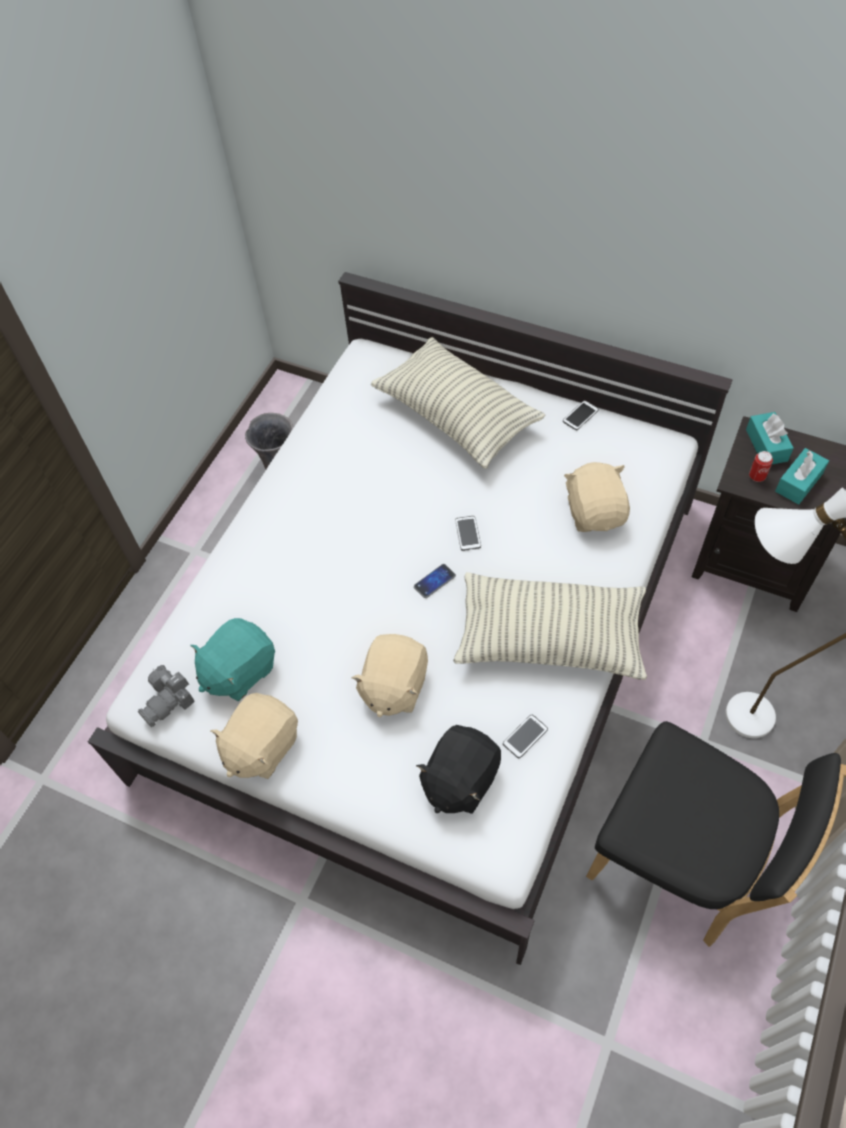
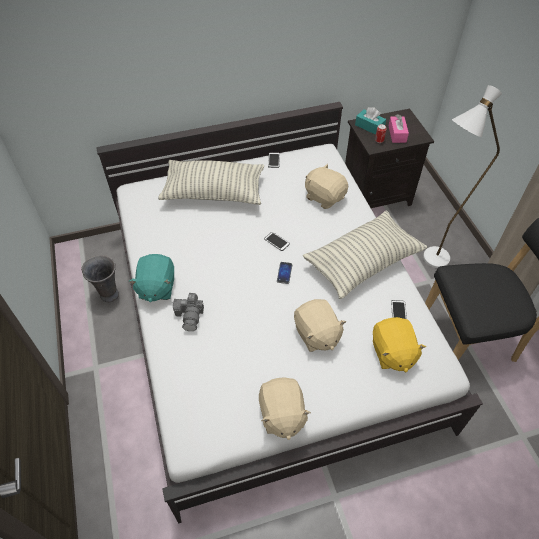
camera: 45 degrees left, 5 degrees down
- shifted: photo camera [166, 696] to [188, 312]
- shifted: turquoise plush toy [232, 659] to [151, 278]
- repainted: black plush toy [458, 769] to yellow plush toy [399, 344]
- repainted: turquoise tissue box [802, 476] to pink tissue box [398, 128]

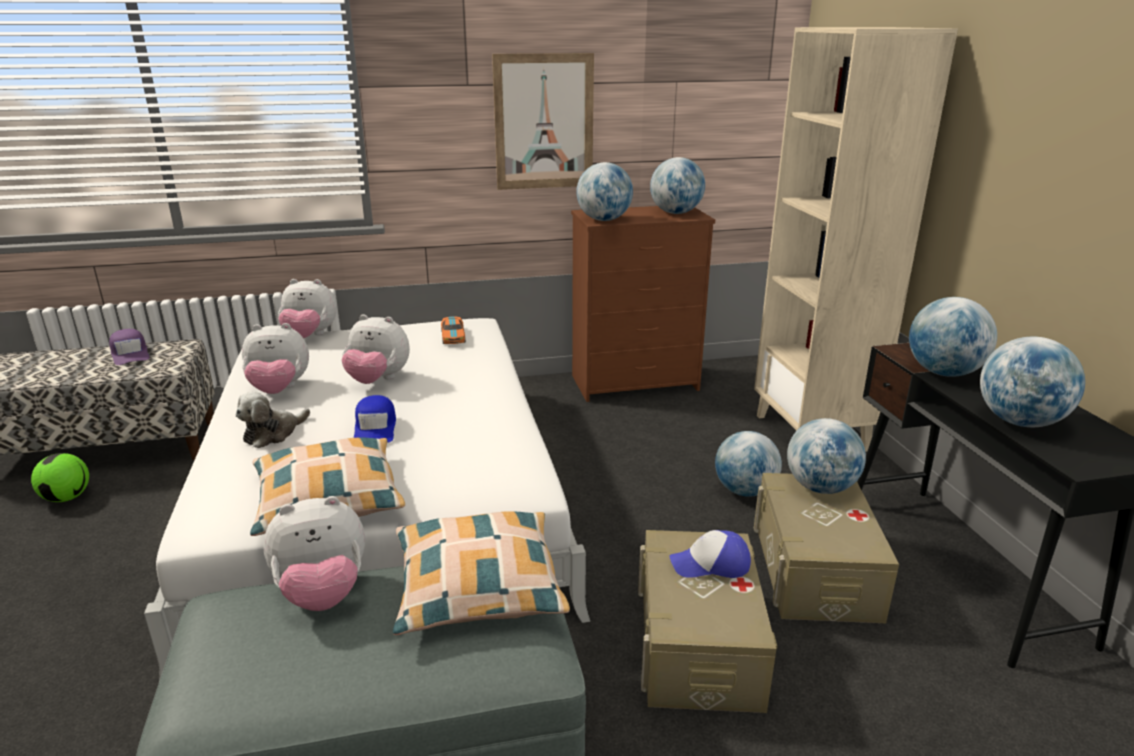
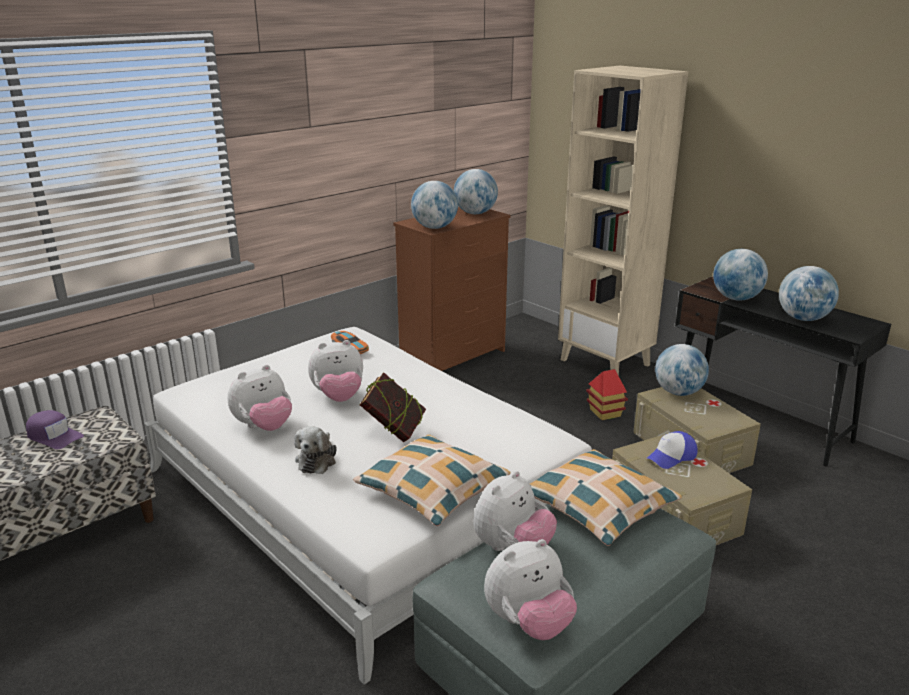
camera: 30 degrees left, 0 degrees up
- gone: football [60, 477]
- gone: picture [543, 121]
- shifted: plush toy [307, 308] to [530, 589]
- swapped: blue cap [375, 419] to book [393, 407]
- swapped: globe [748, 464] to toy house [607, 394]

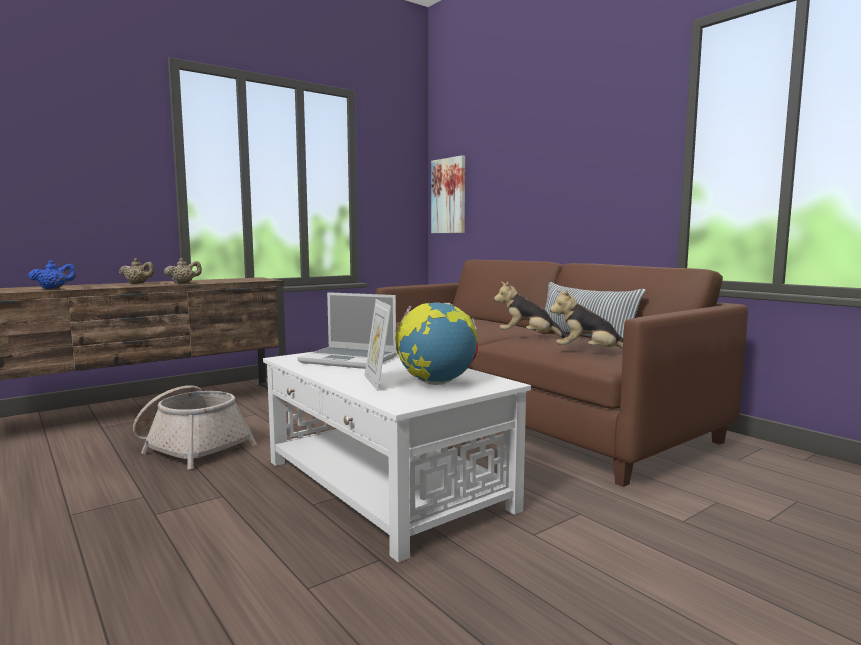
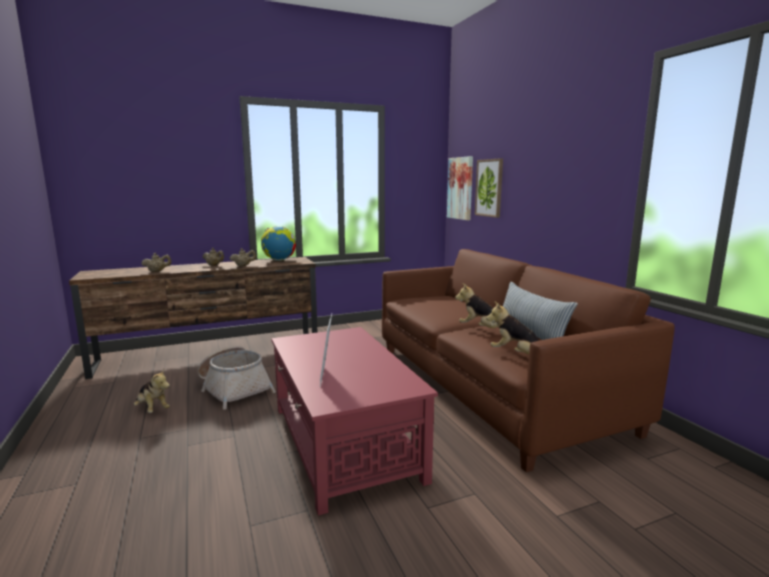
camera: 15 degrees right, 5 degrees up
- gone: laptop [347, 330]
- new: plush toy [152, 391]
- new: picture [489, 188]
- shifted: globe [436, 343] to [278, 244]
- repainted: blue teapot [52, 274] to beige teapot [156, 262]
- repainted: white coffee table [397, 456] to red coffee table [354, 421]

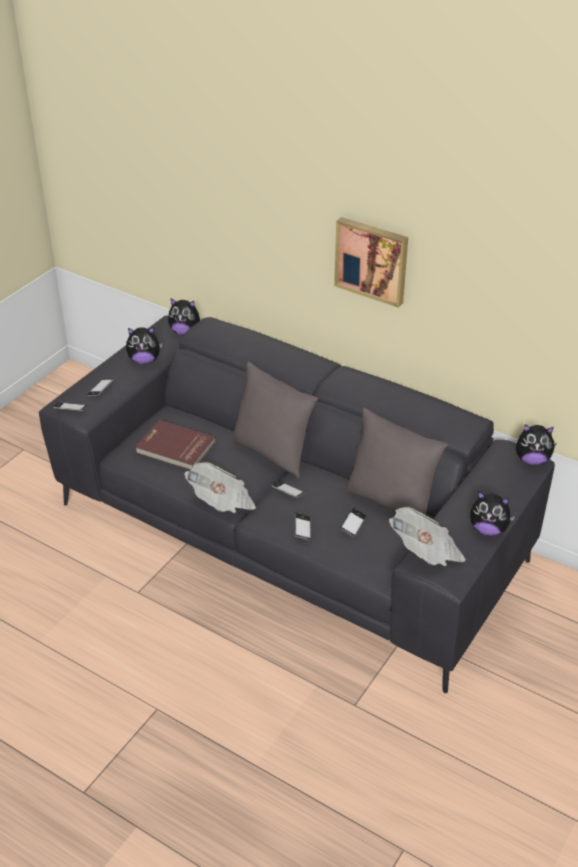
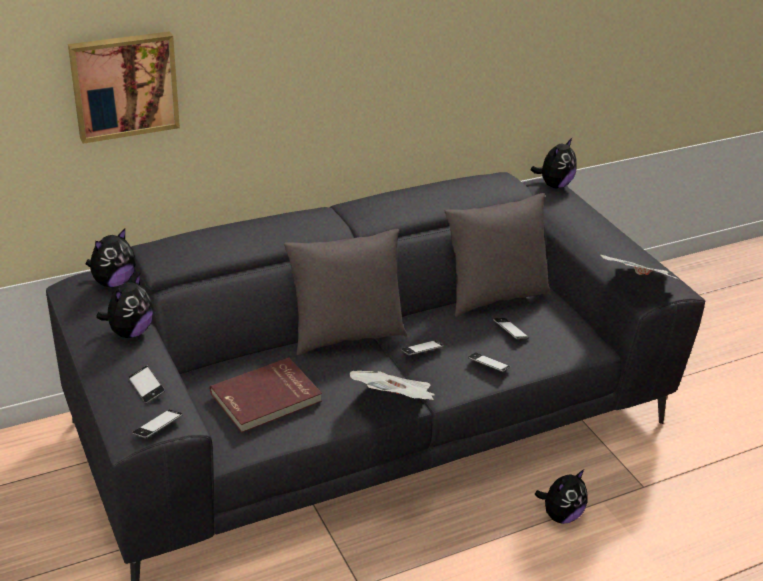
camera: 60 degrees left, 5 degrees down
- shifted: picture [371, 262] to [124, 87]
- shifted: plush toy [493, 514] to [561, 496]

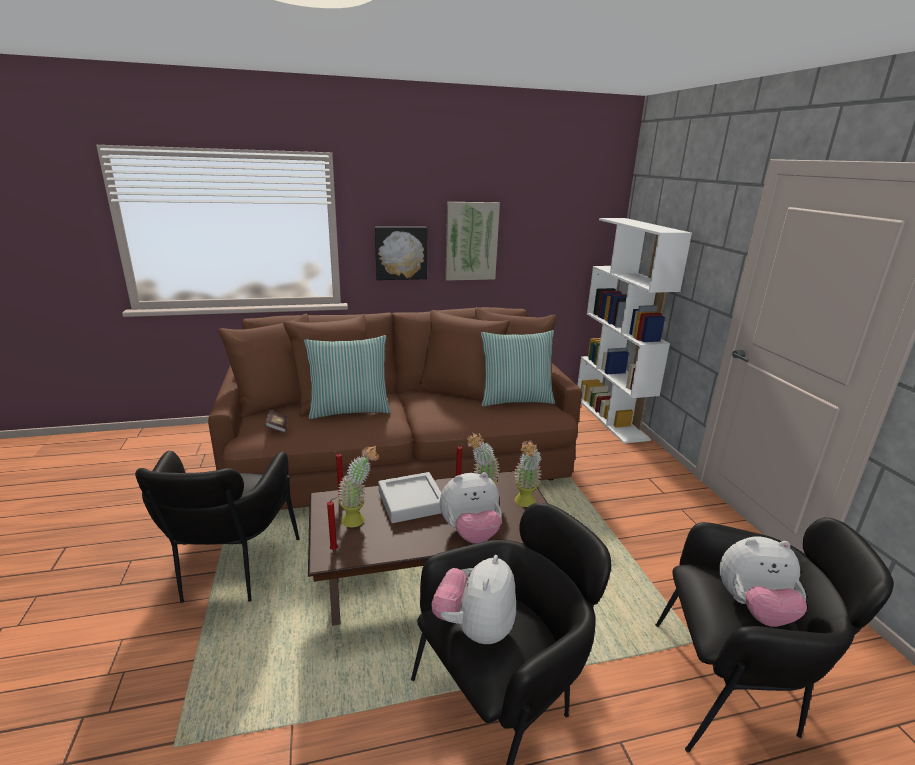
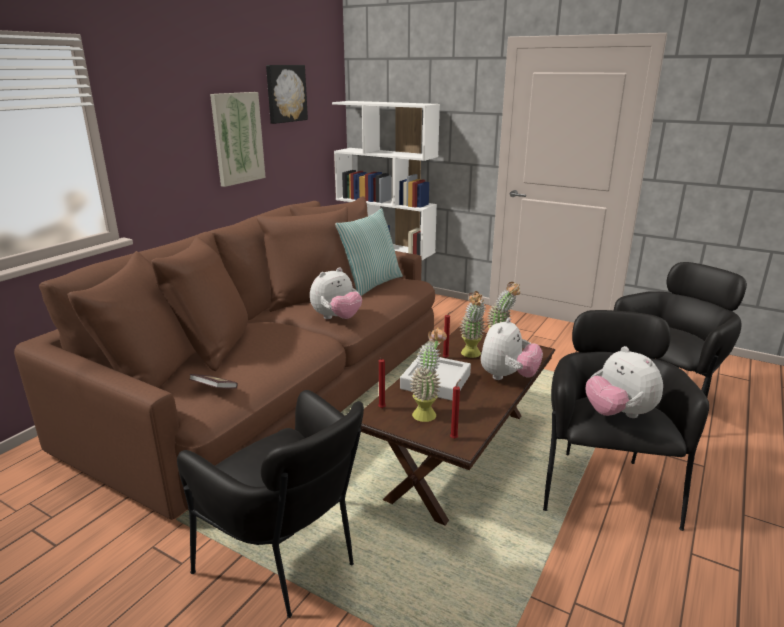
camera: 45 degrees left, 0 degrees up
- gone: pillow [347, 377]
- shifted: picture [401, 253] to [287, 94]
- shifted: plush toy [763, 582] to [336, 293]

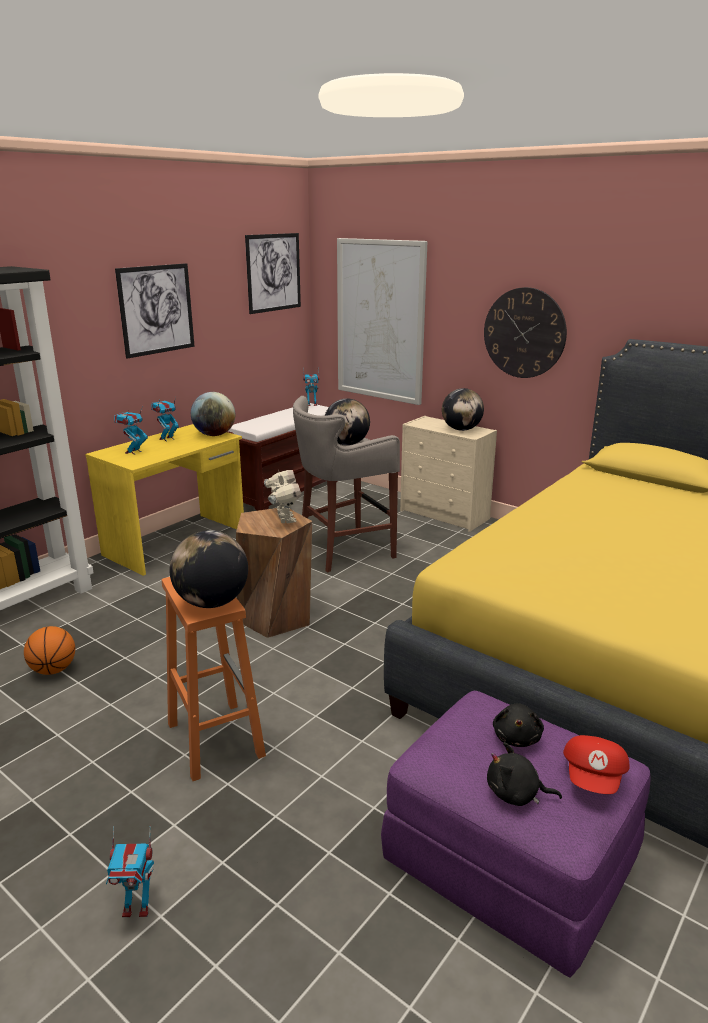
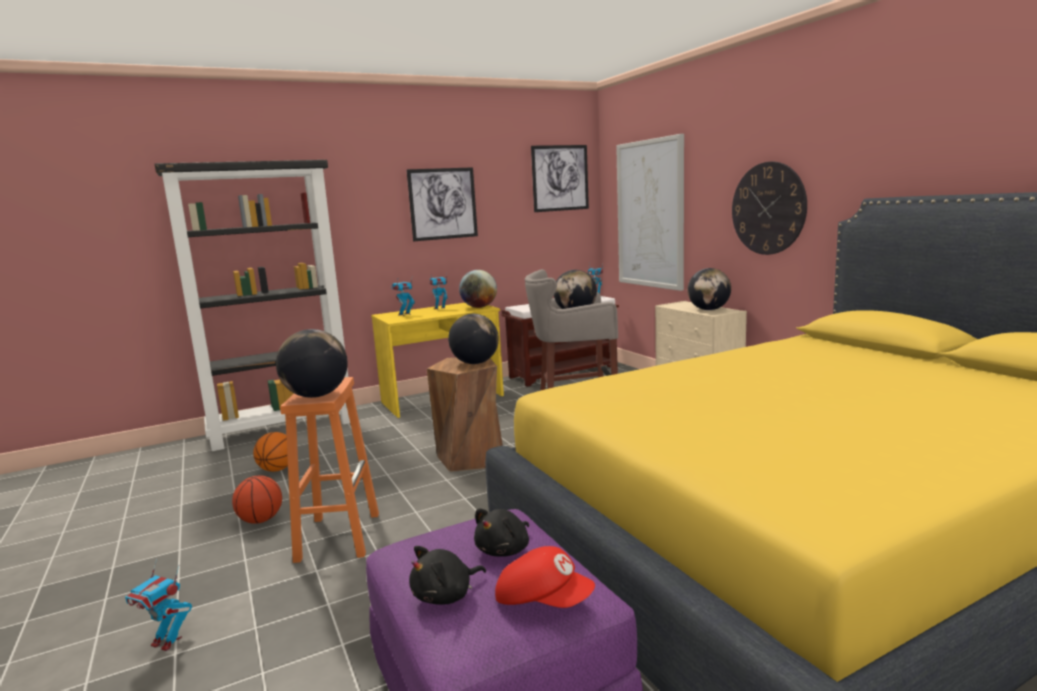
camera: 25 degrees right, 10 degrees down
- new: basketball [257, 499]
- swapped: toy robot [283, 496] to globe [473, 339]
- rotated: black plush toy [524, 774] = [447, 575] 75 degrees counterclockwise
- rotated: red cap [596, 764] = [545, 577] 105 degrees counterclockwise

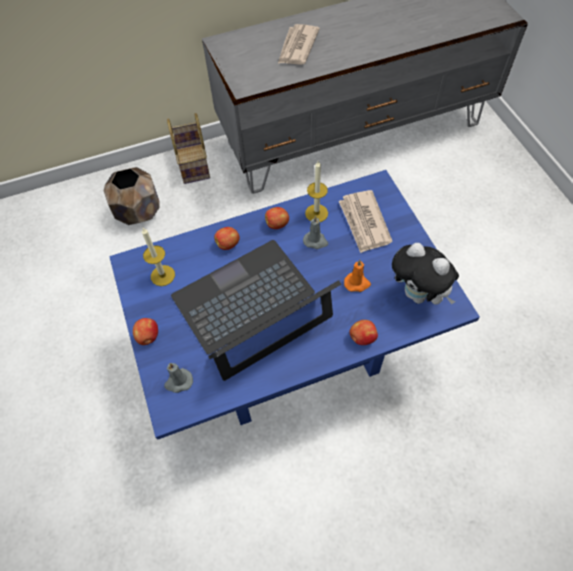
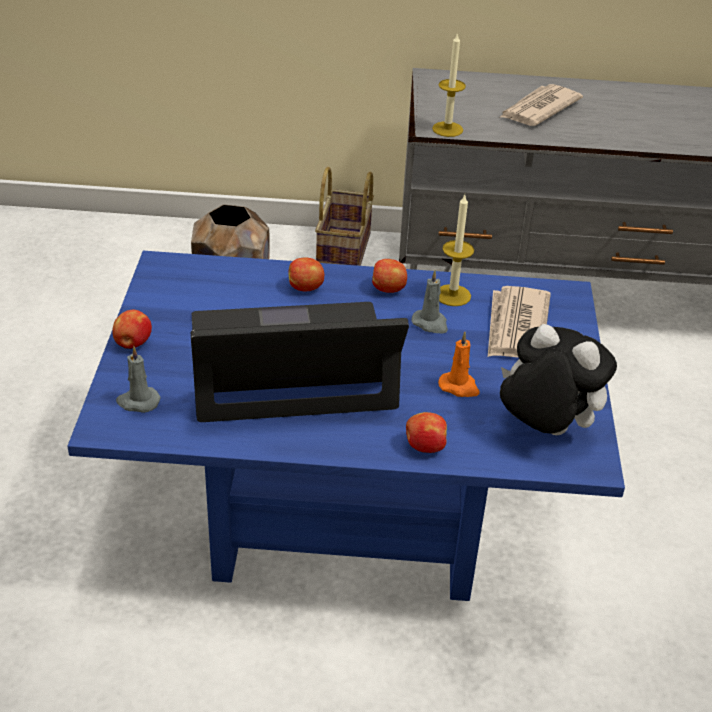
camera: 20 degrees right, 20 degrees down
- shifted: candle [158, 257] to [449, 84]
- rotated: plush toy [425, 274] = [558, 379] 150 degrees clockwise

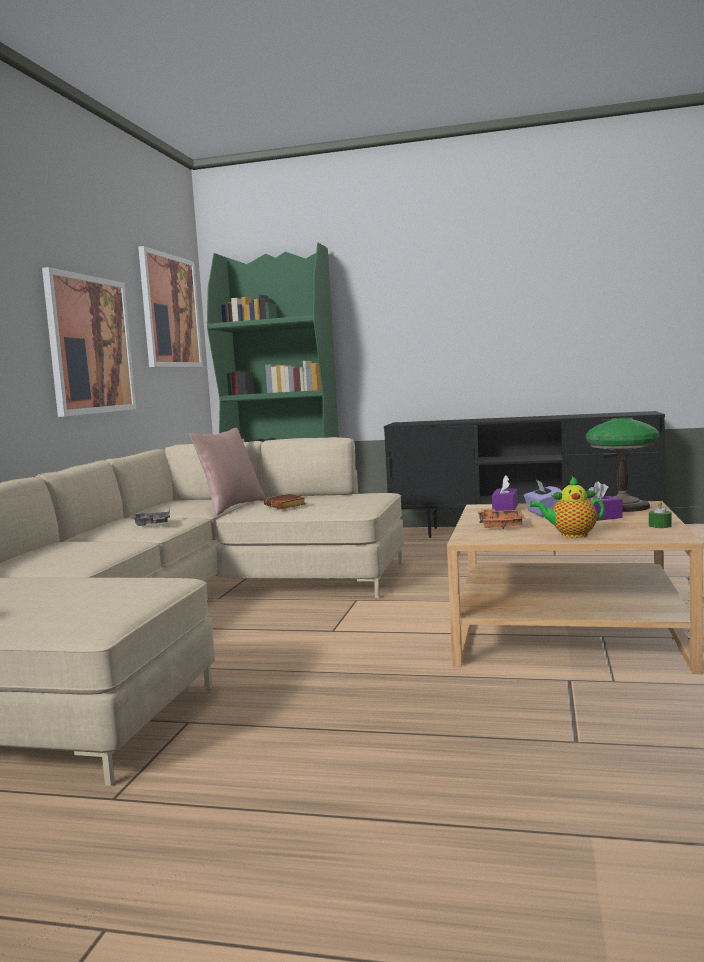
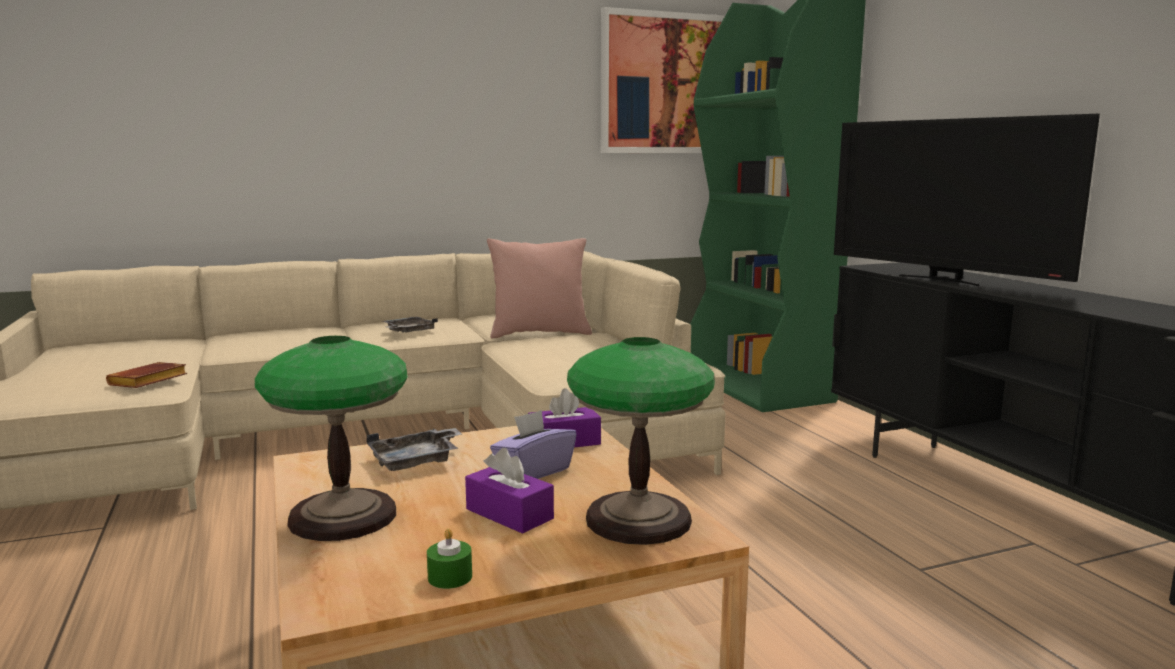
camera: 55 degrees right, 5 degrees up
- gone: picture [89, 342]
- new: television [967, 200]
- shifted: brown book [285, 501] to [146, 375]
- swapped: teapot [567, 507] to table lamp [331, 438]
- repainted: orange tray [501, 519] to grey tray [414, 449]

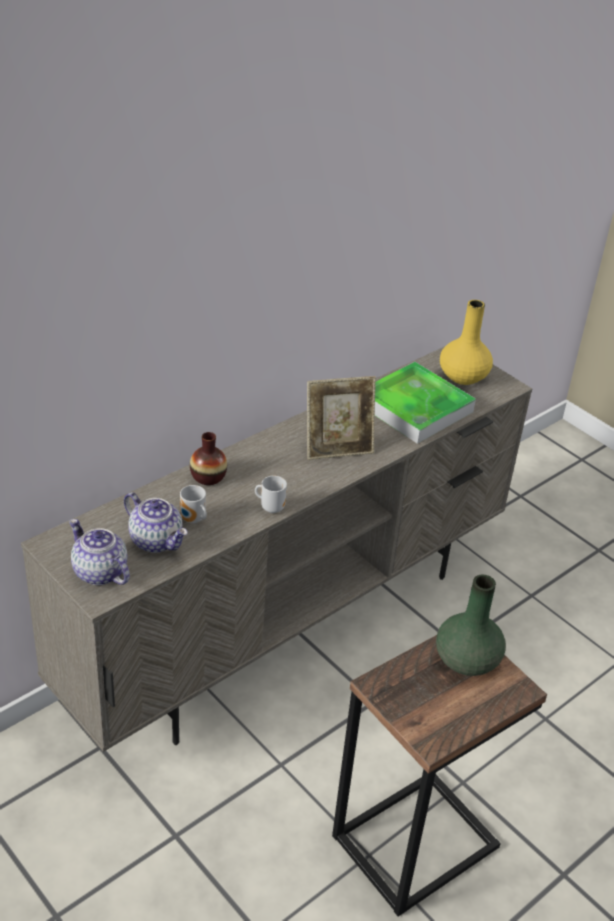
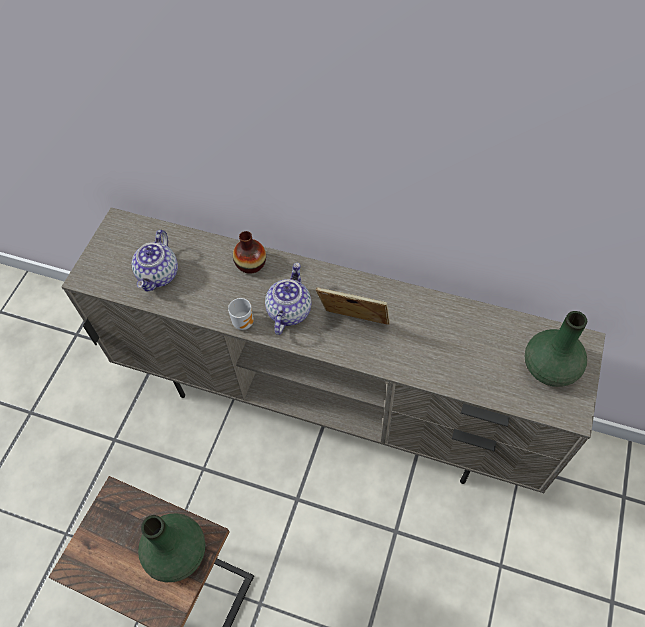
camera: 65 degrees right, 20 degrees up
- gone: mug [193, 504]
- gone: tray [425, 403]
- shifted: teapot [99, 552] to [288, 299]
- repainted: yellow vase [466, 342] to green vase [556, 349]
- rotated: picture frame [341, 418] = [353, 306] 150 degrees clockwise

